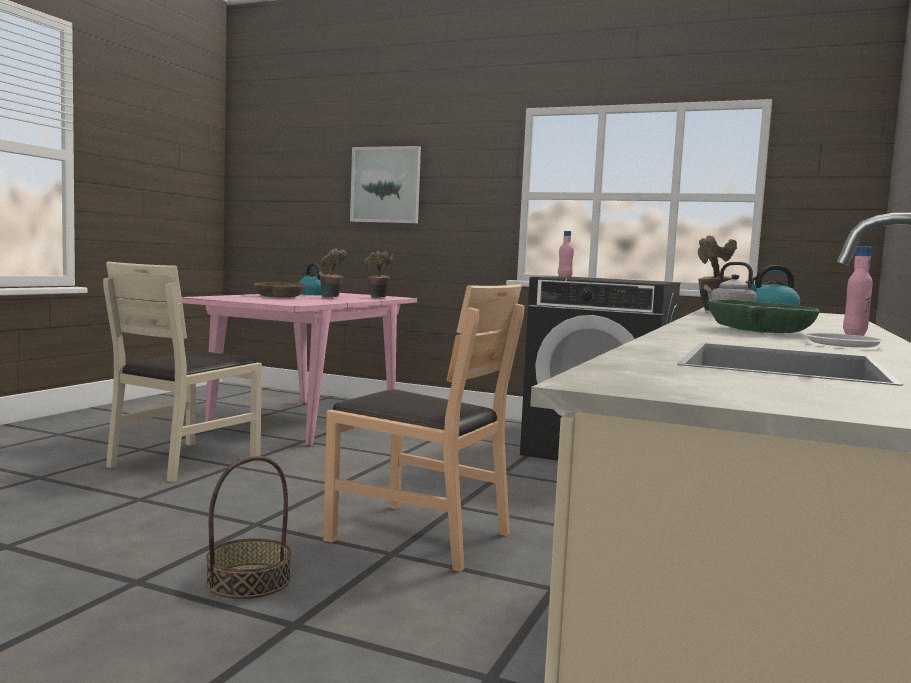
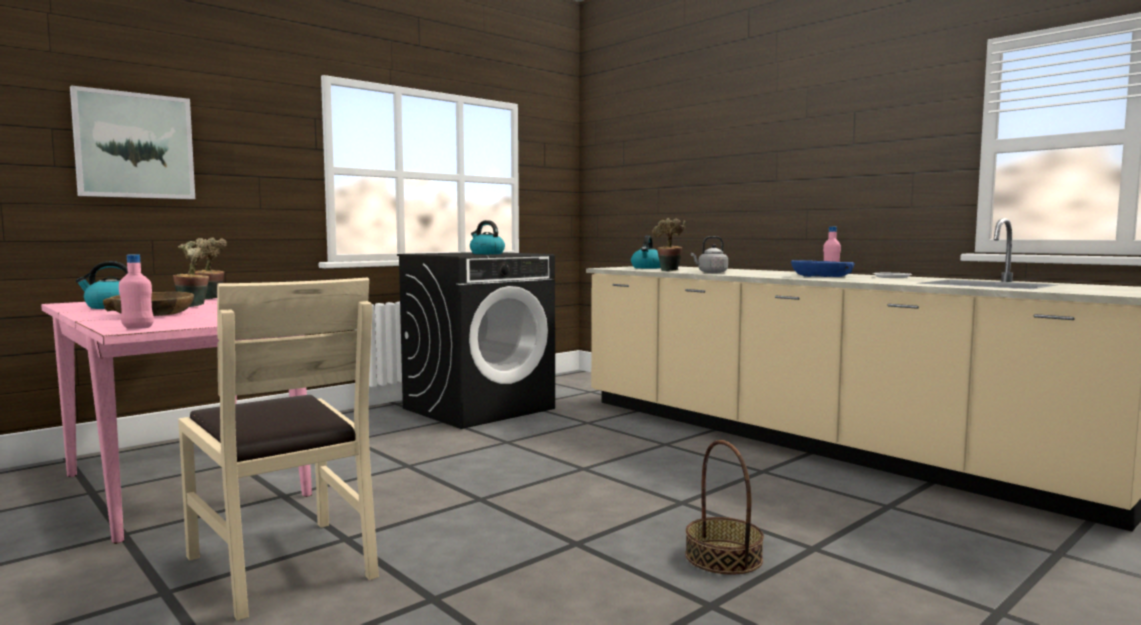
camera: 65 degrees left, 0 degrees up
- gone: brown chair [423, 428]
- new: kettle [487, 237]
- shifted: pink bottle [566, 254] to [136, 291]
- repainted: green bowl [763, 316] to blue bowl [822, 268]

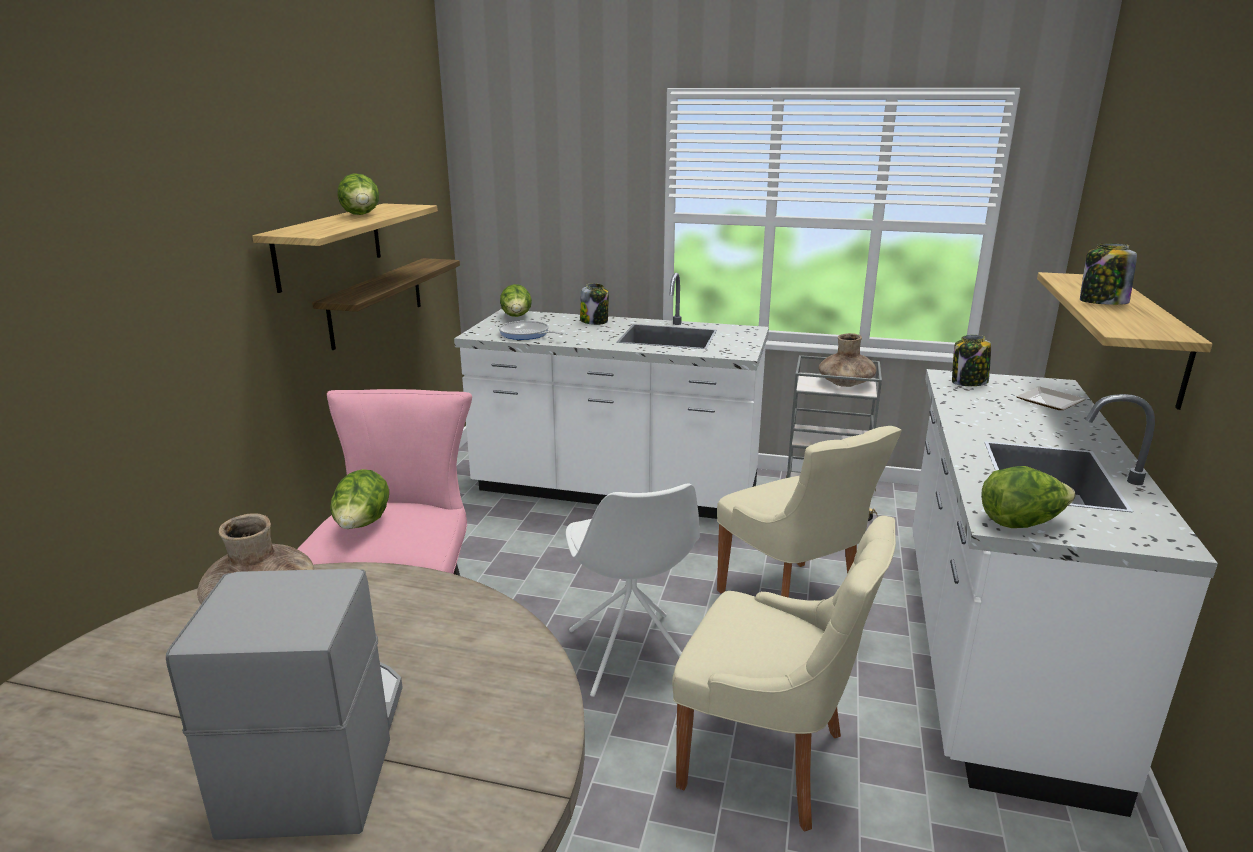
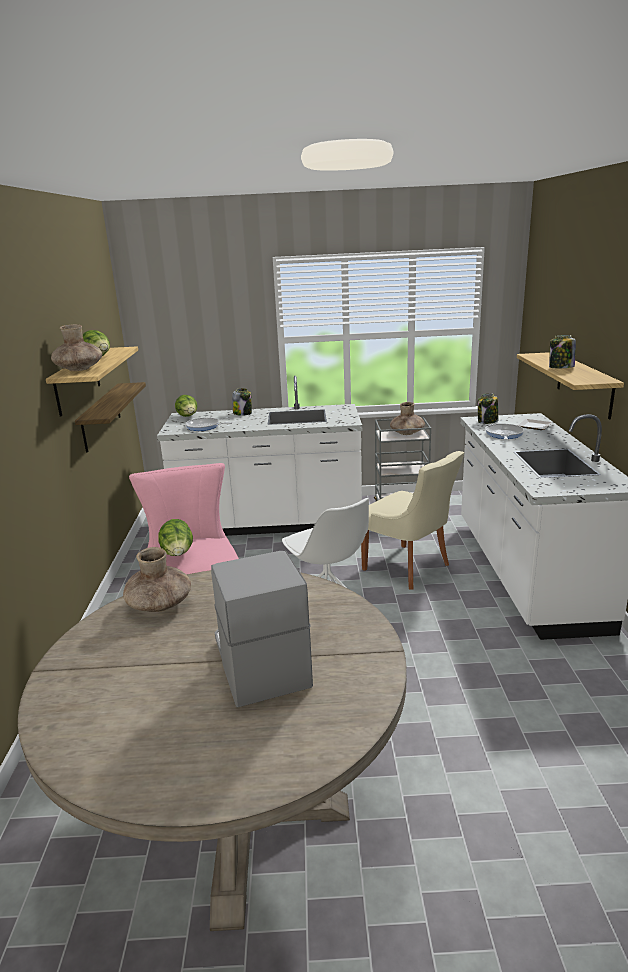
camera: 15 degrees left, 0 degrees up
- gone: beige chair [784, 674]
- gone: lettuce [1028, 497]
- new: brown vase [76, 347]
- new: frying pan [504, 432]

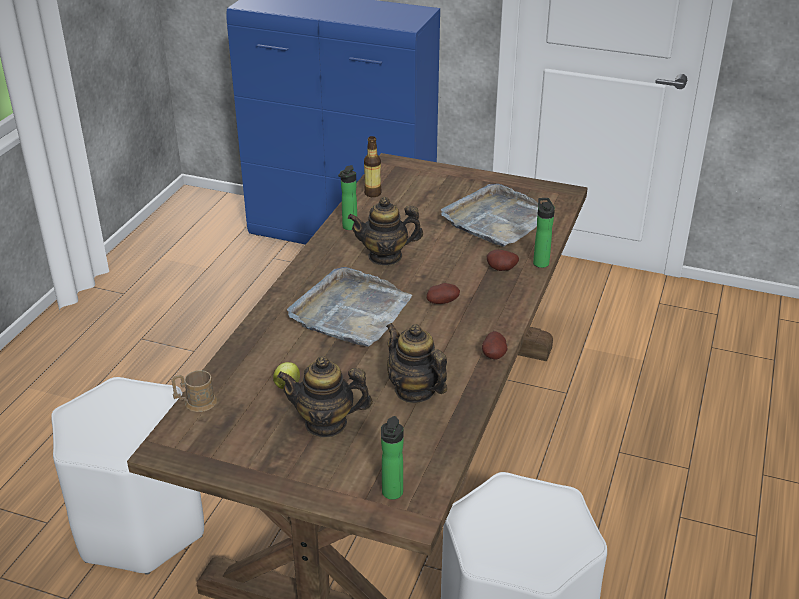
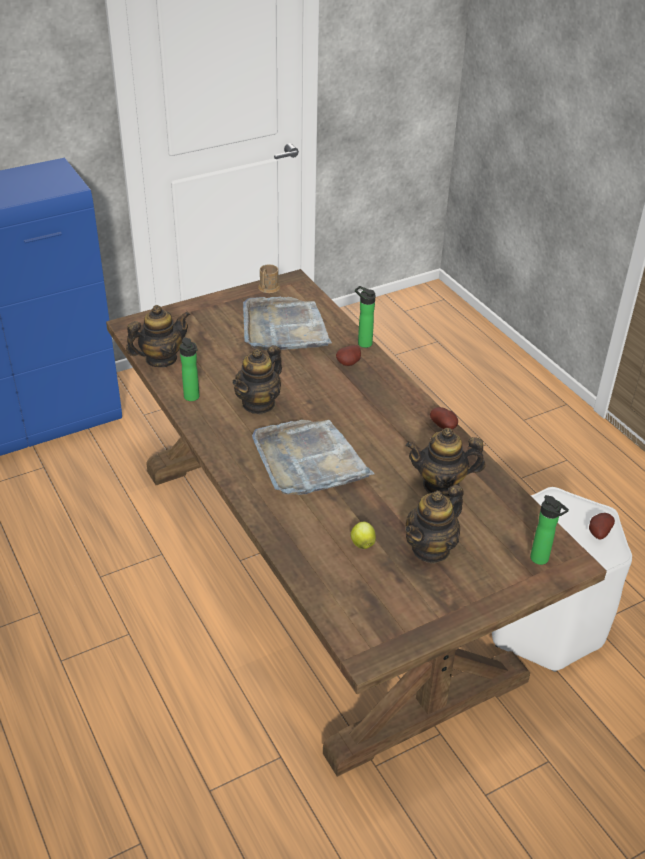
camera: 50 degrees left, 5 degrees up
- gone: white stool [127, 476]
- shifted: brown mug [194, 391] to [269, 278]
- shifted: potato [443, 293] to [602, 526]
- swapped: bottle [373, 166] to teapot [158, 336]

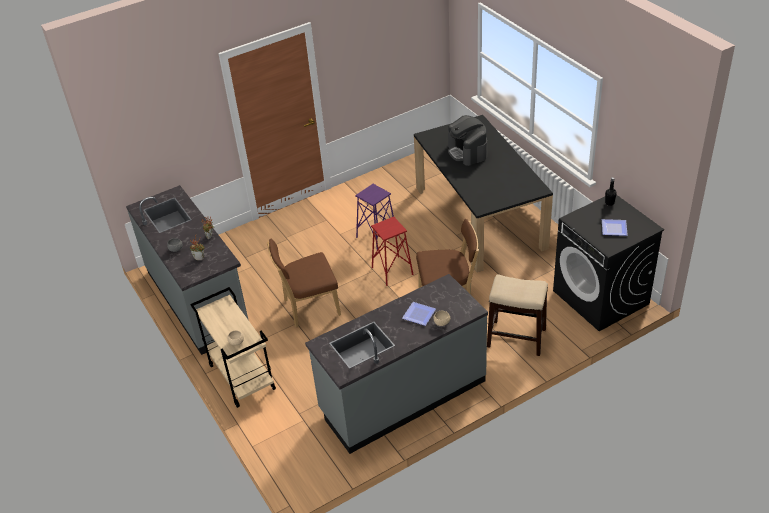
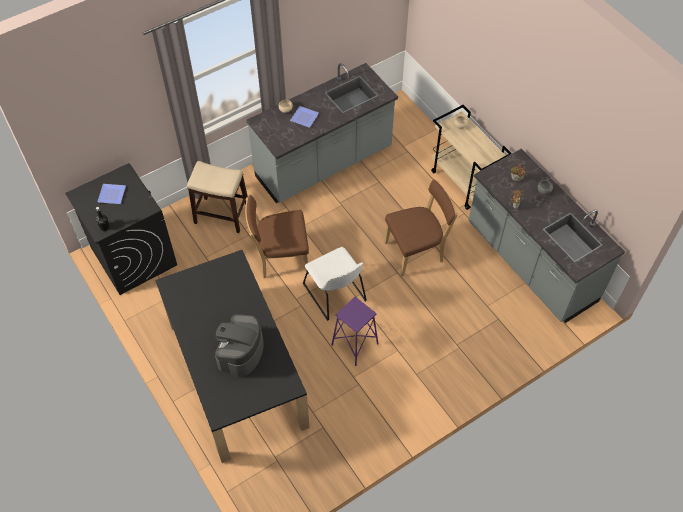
camera: 175 degrees right, 15 degrees up
- swapped: red stool [392, 251] to white chair [335, 284]
- rotated: coffee machine [467, 140] = [239, 345] 135 degrees counterclockwise

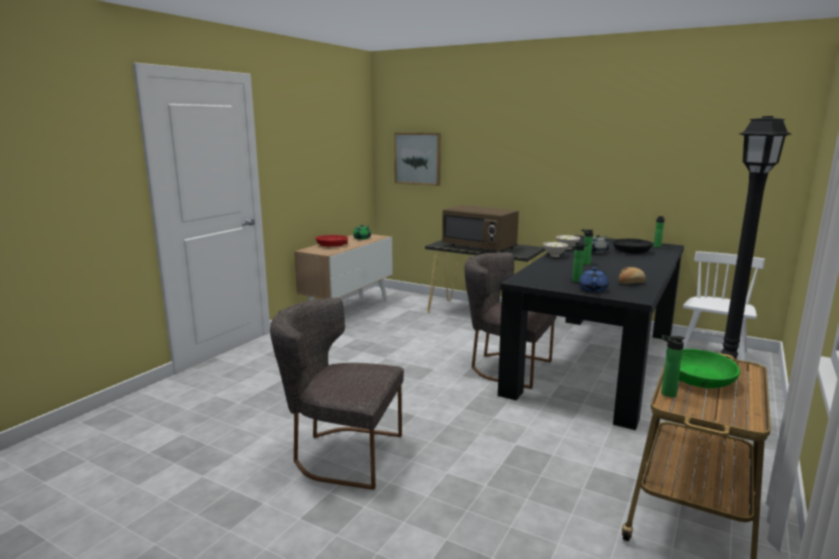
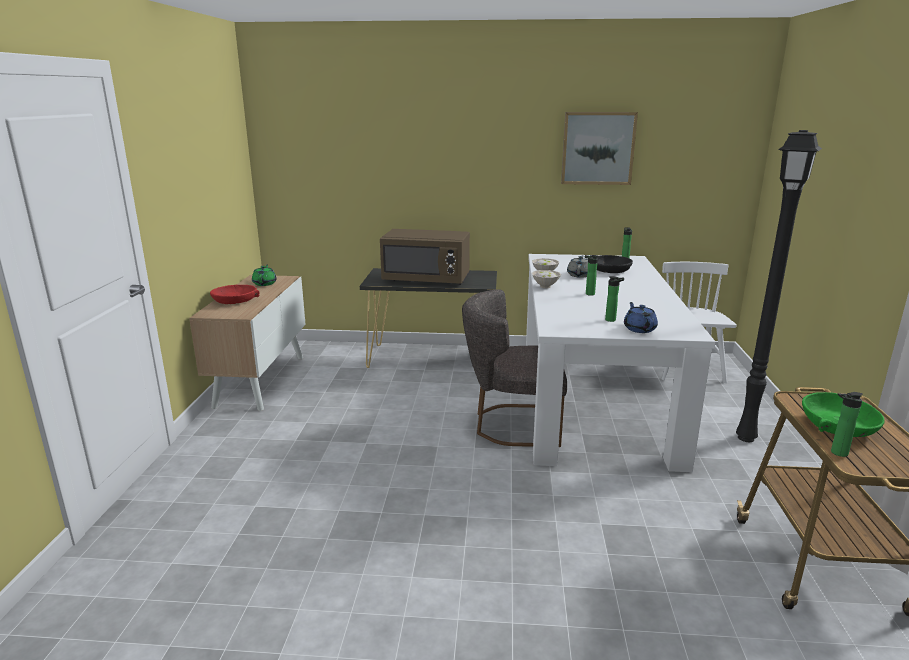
camera: 25 degrees left, 5 degrees up
- gone: grey chair [337, 394]
- gone: bread [632, 275]
- shifted: picture [417, 159] to [599, 148]
- repainted: black dining table [591, 332] to white dining table [621, 363]

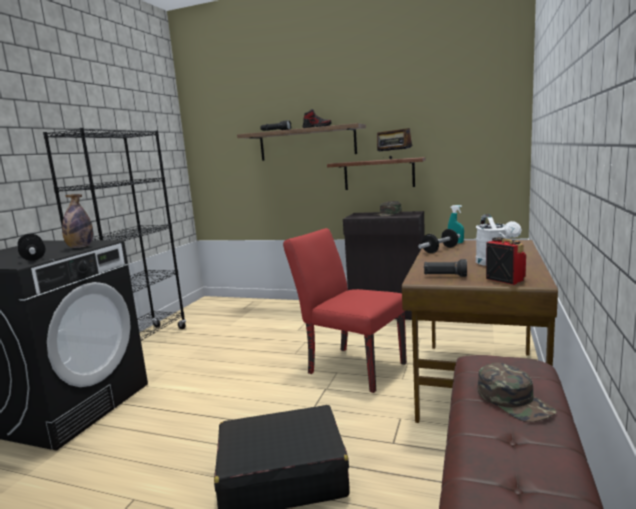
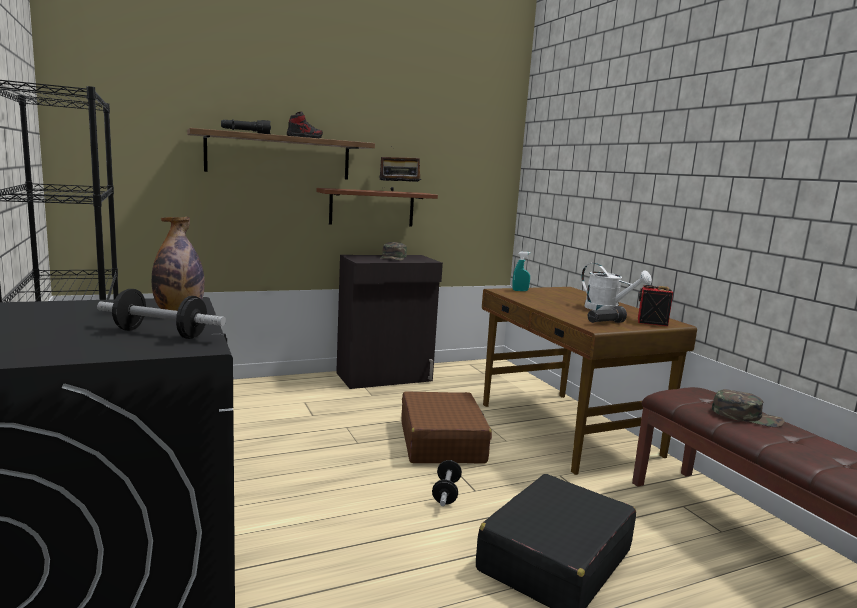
camera: 45 degrees left, 0 degrees up
- shifted: dumbbell [439, 241] to [447, 483]
- swapped: red chair [345, 310] to brown suitcase [446, 427]

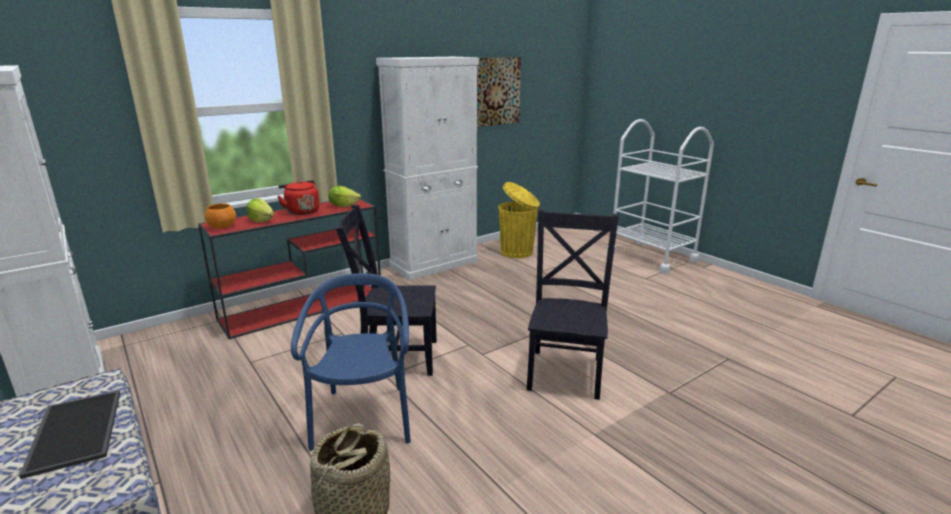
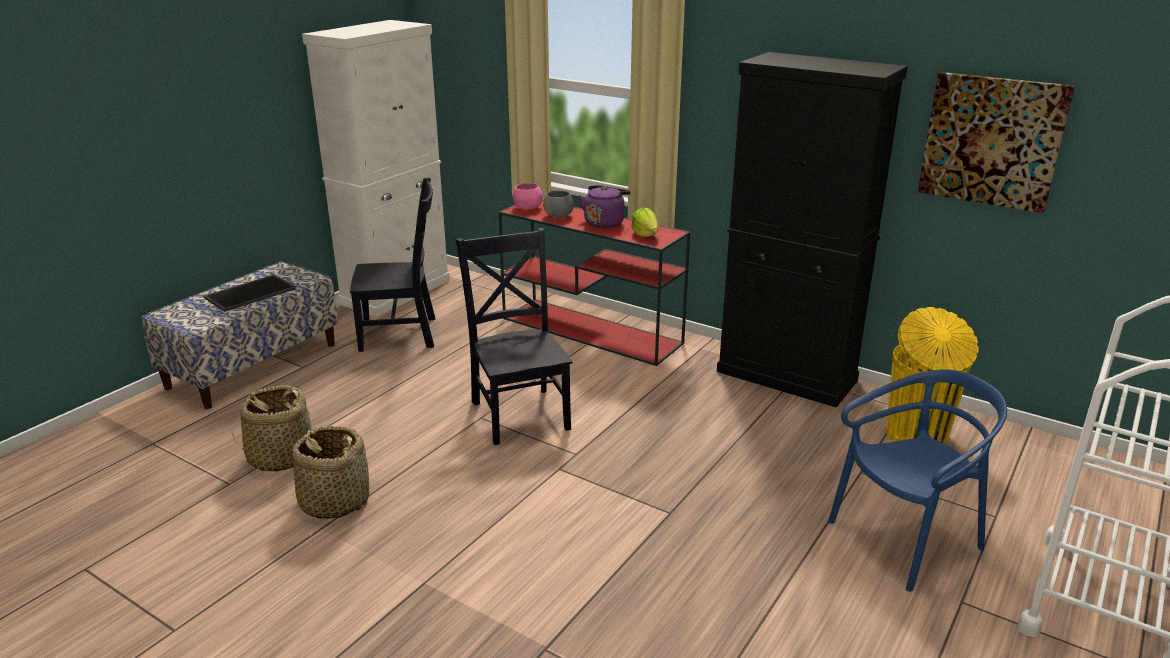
camera: 70 degrees right, 5 degrees up
- new: basket [330, 472]
- shifted: blue chair [351, 362] to [917, 480]
- shifted: black chair [573, 304] to [393, 264]
- swapped: lettuce [260, 210] to grey bowl [558, 204]
- repainted: orange bowl [220, 216] to pink bowl [528, 196]
- repainted: red kettle [298, 197] to purple kettle [605, 206]
- repainted: white cabinet [427, 169] to black cabinet [812, 230]

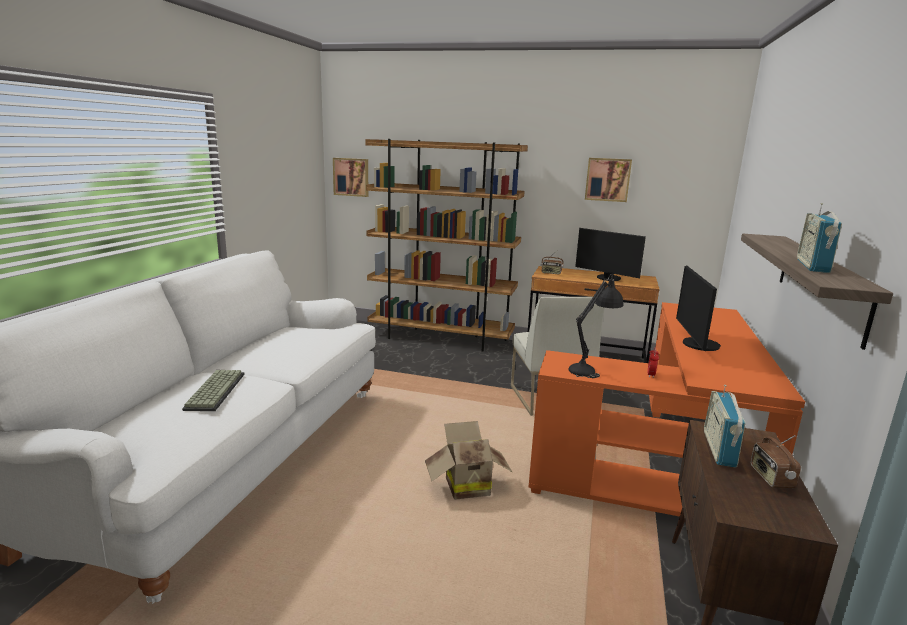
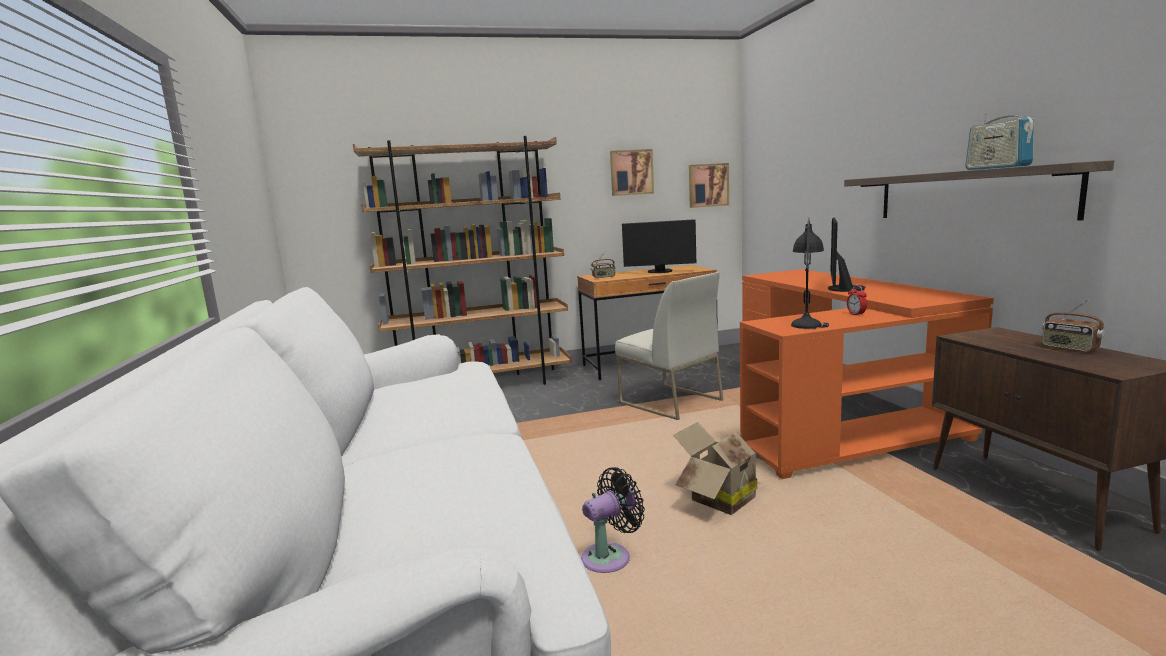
camera: 30 degrees left, 5 degrees down
- gone: keyboard [213, 390]
- gone: radio [724, 426]
- new: black fan [613, 520]
- shifted: picture [351, 177] to [709, 185]
- rotated: monitor [698, 309] = [847, 254] 45 degrees clockwise

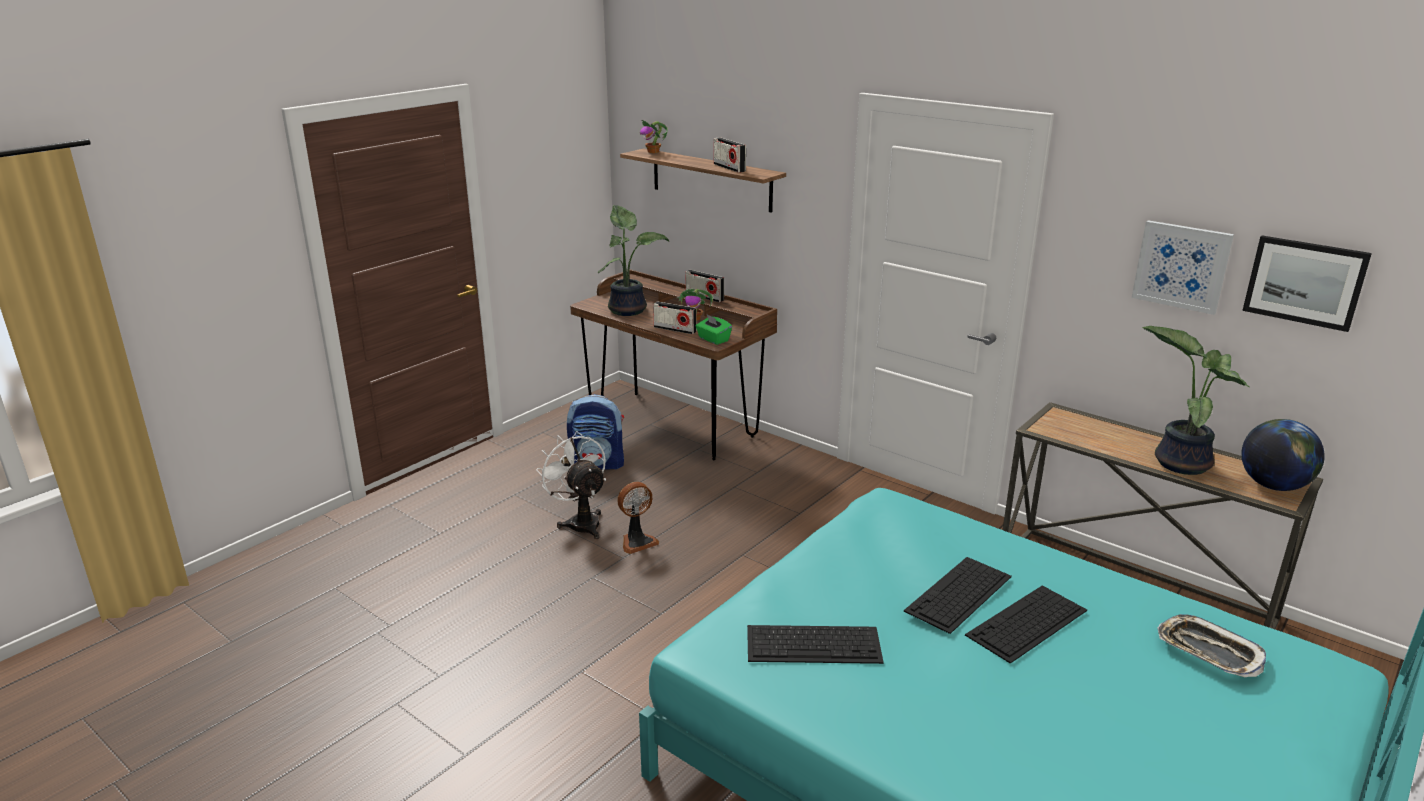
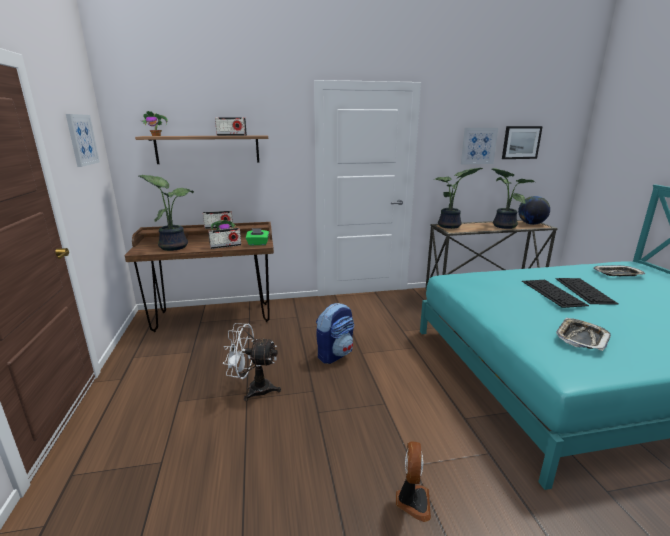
camera: 50 degrees left, 5 degrees down
- new: picture [83, 140]
- new: potted plant [459, 198]
- shifted: backpack [595, 432] to [335, 333]
- shifted: fan [638, 518] to [413, 481]
- swapped: keyboard [815, 644] to tray [583, 334]

